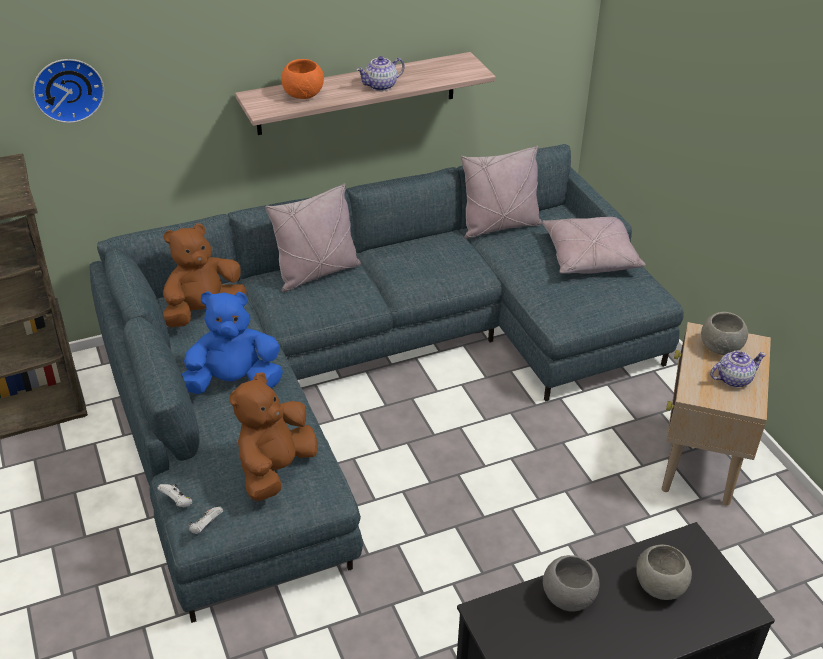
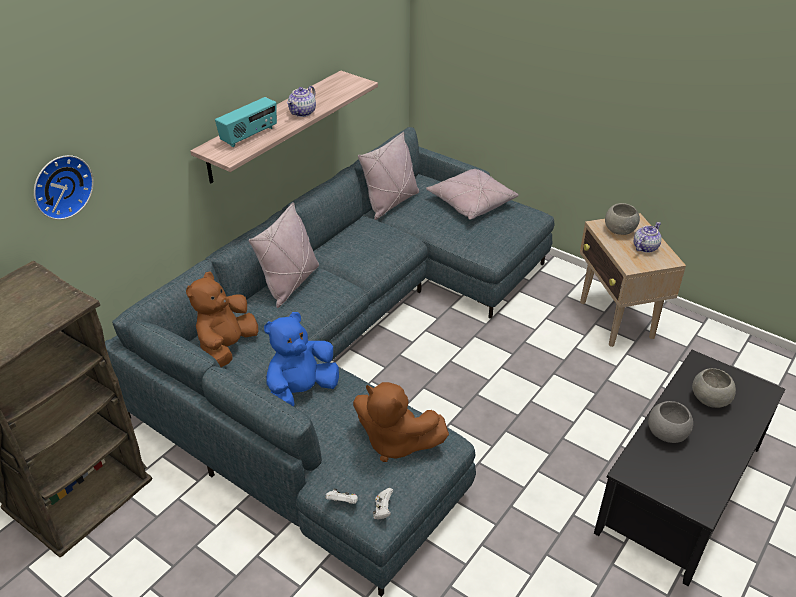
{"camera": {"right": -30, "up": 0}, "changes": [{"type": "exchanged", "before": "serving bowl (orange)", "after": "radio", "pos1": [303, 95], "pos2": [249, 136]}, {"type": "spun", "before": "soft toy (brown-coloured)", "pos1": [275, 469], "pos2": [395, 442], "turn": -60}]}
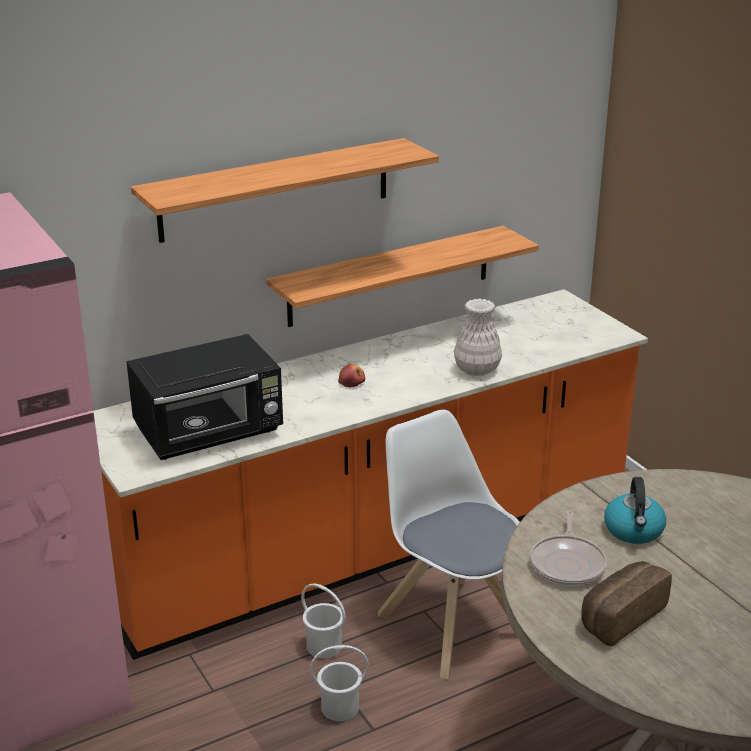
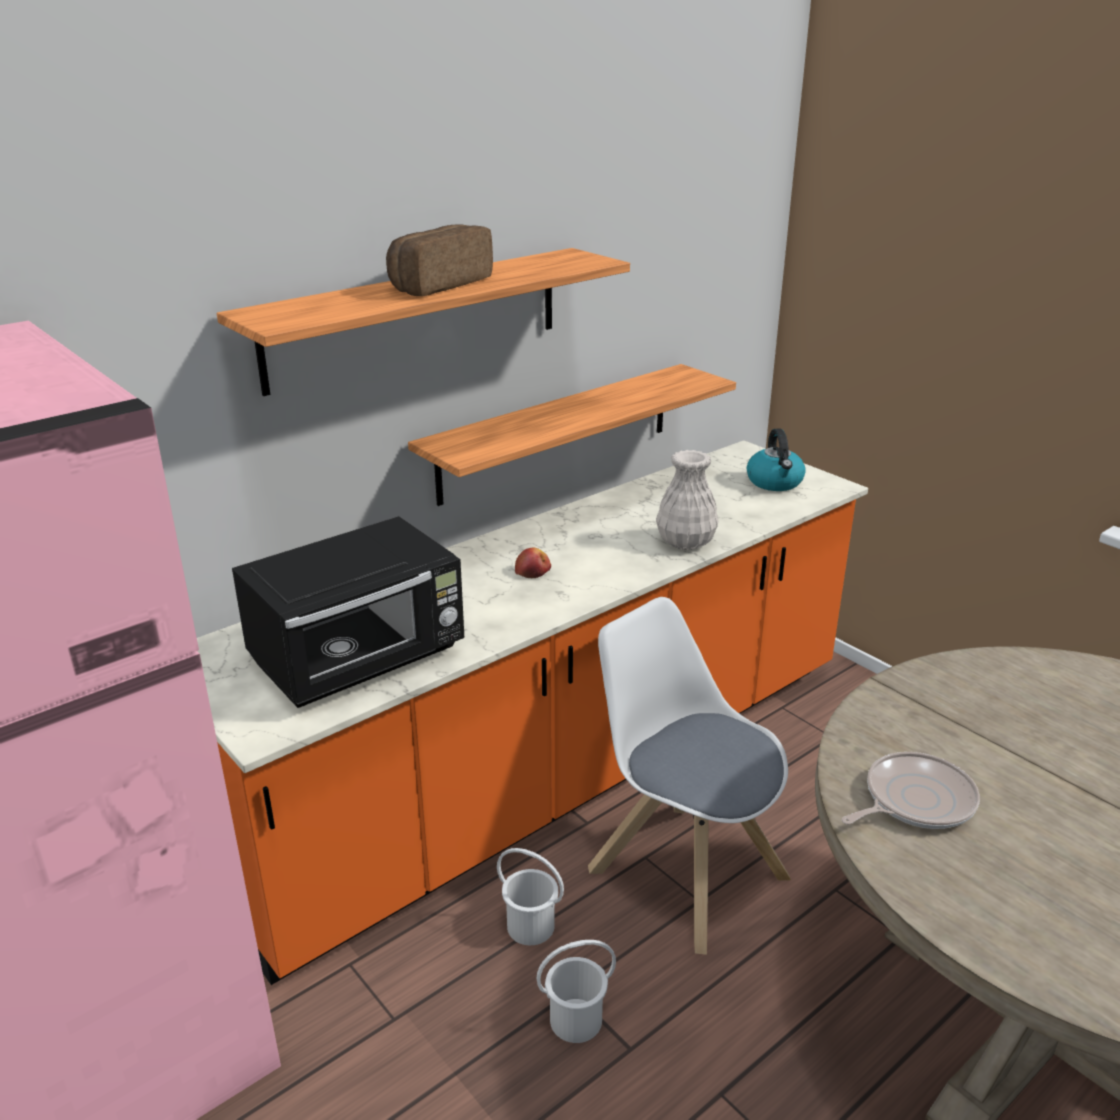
{"camera": {"right": -10, "up": 0}, "changes": [{"type": "relocated", "before": "water kettle", "pos1": [634, 530], "pos2": [775, 482]}, {"type": "spun", "before": "skillet", "pos1": [568, 563], "pos2": [914, 800], "turn": -120}, {"type": "relocated", "before": "bread", "pos1": [619, 616], "pos2": [437, 284]}]}
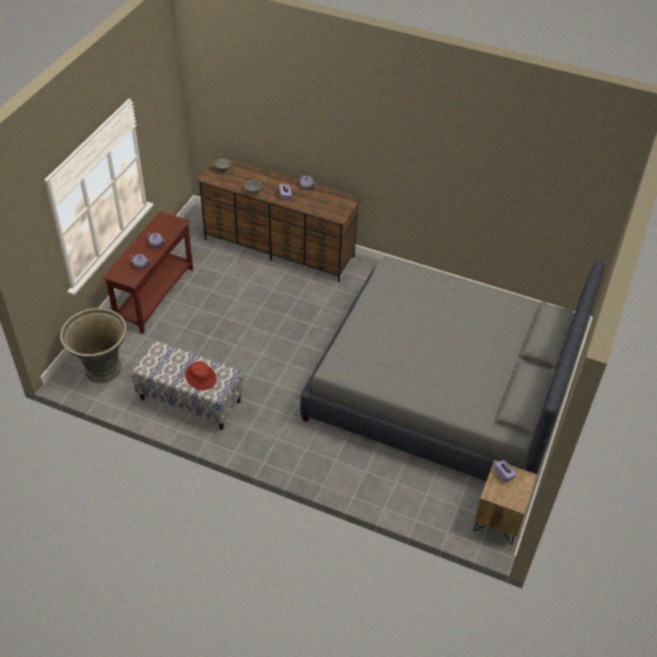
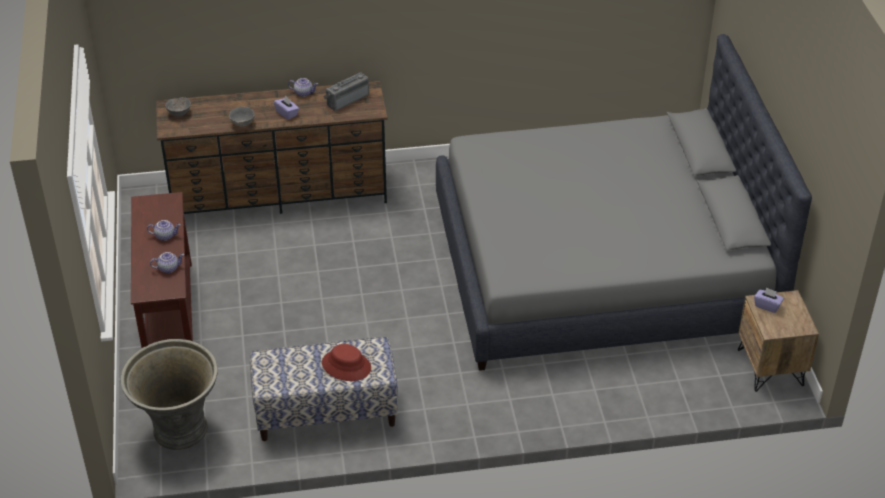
{"camera": {"right": -30, "up": -5}, "changes": [{"type": "appeared", "after": "radio", "pos2": [346, 99]}]}
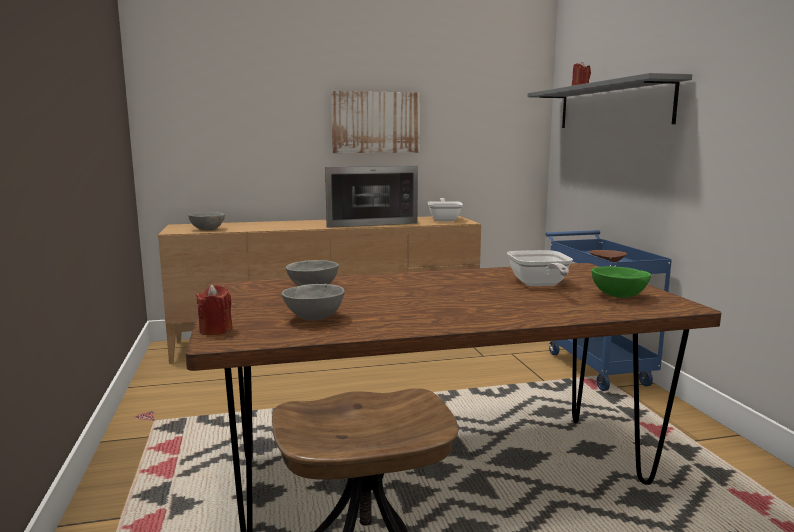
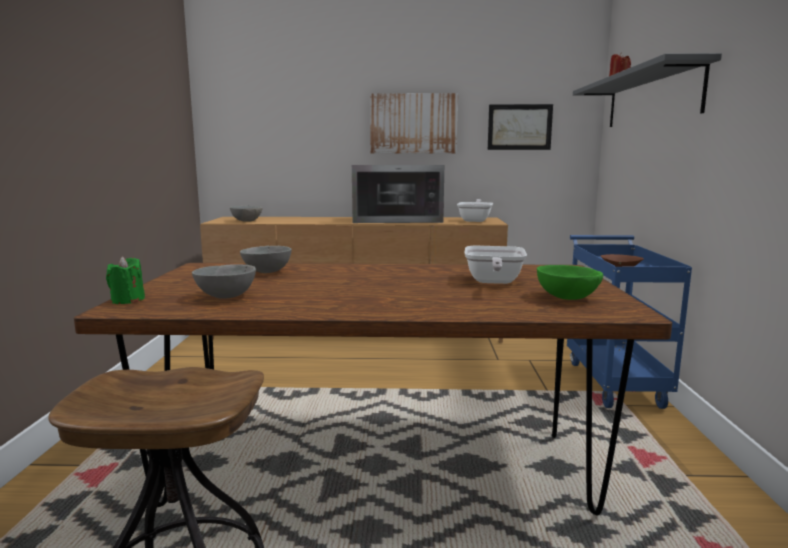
{"camera": {"right": 15, "up": 0}, "changes": [{"type": "colour", "before": "candle (red)", "after": "candle (green)", "pos1": [216, 330], "pos2": [128, 300]}, {"type": "appeared", "after": "picture", "pos2": [519, 127]}]}
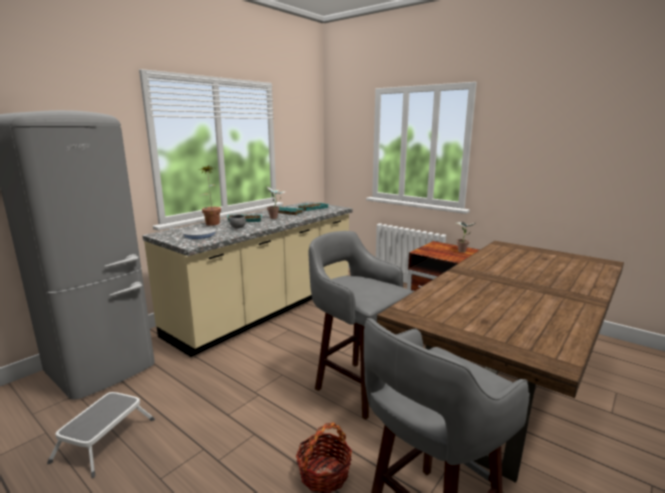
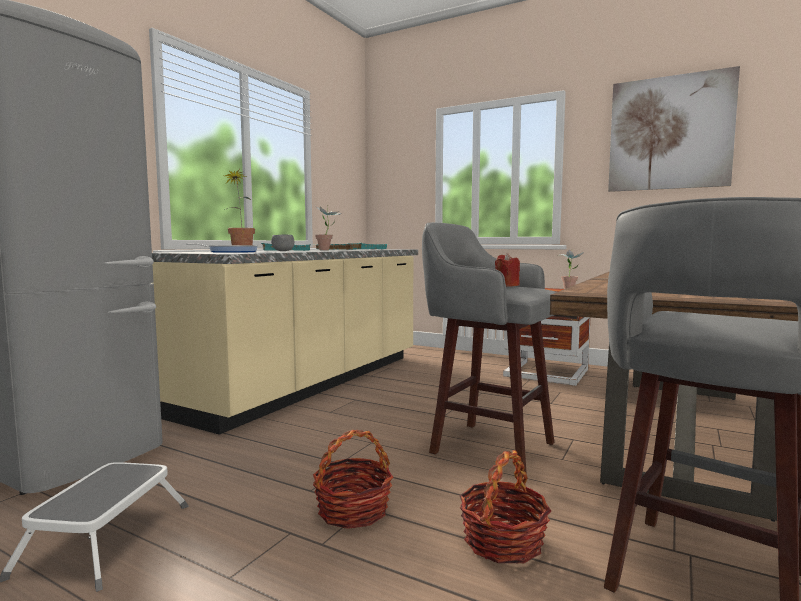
{"camera": {"right": -10, "up": -10}, "changes": [{"type": "appeared", "after": "picture", "pos2": [669, 133]}, {"type": "appeared", "after": "candle (red)", "pos2": [506, 285]}, {"type": "appeared", "after": "storage basket", "pos2": [353, 511]}]}
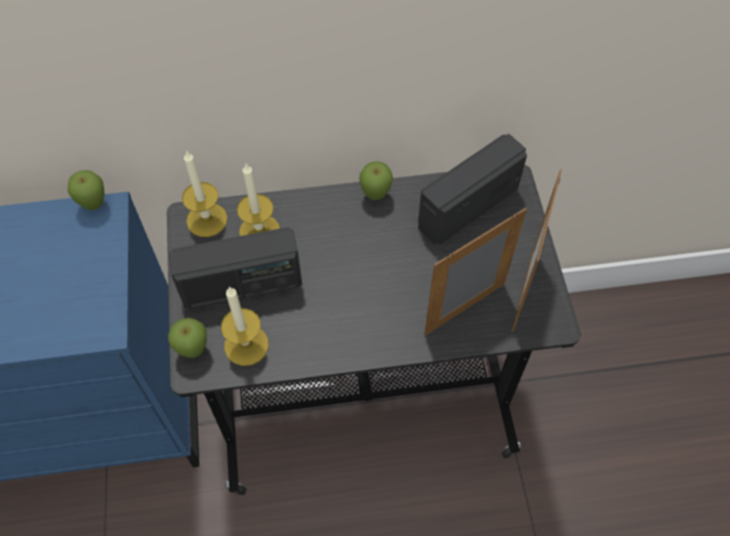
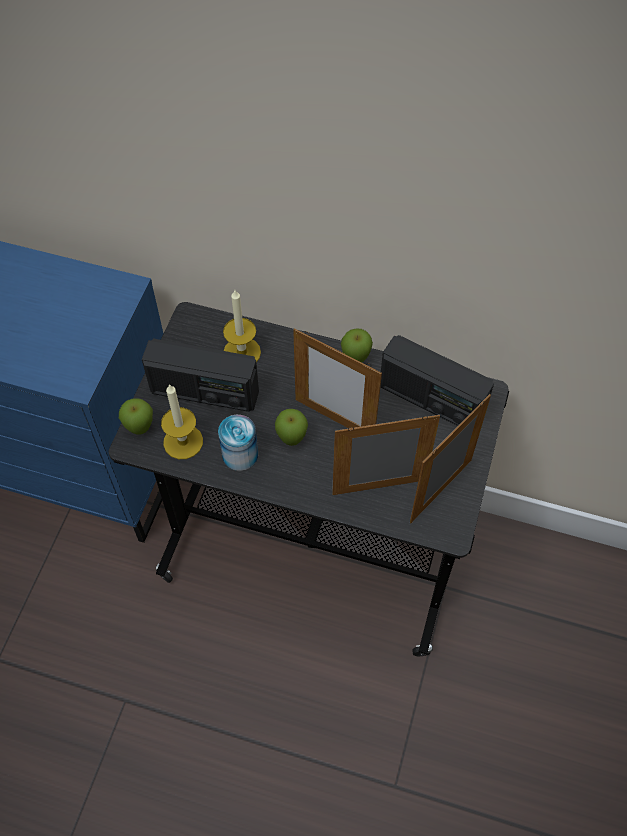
{"camera": {"right": 25, "up": 0}, "changes": [{"type": "spun", "before": "radio", "pos1": [467, 206], "pos2": [431, 400], "turn": -135}, {"type": "missing", "before": "candle", "pos1": [207, 220]}, {"type": "relocated", "before": "apple", "pos1": [94, 205], "pos2": [291, 439]}, {"type": "appeared", "after": "photo frame", "pos2": [334, 419]}, {"type": "appeared", "after": "can", "pos2": [240, 454]}]}
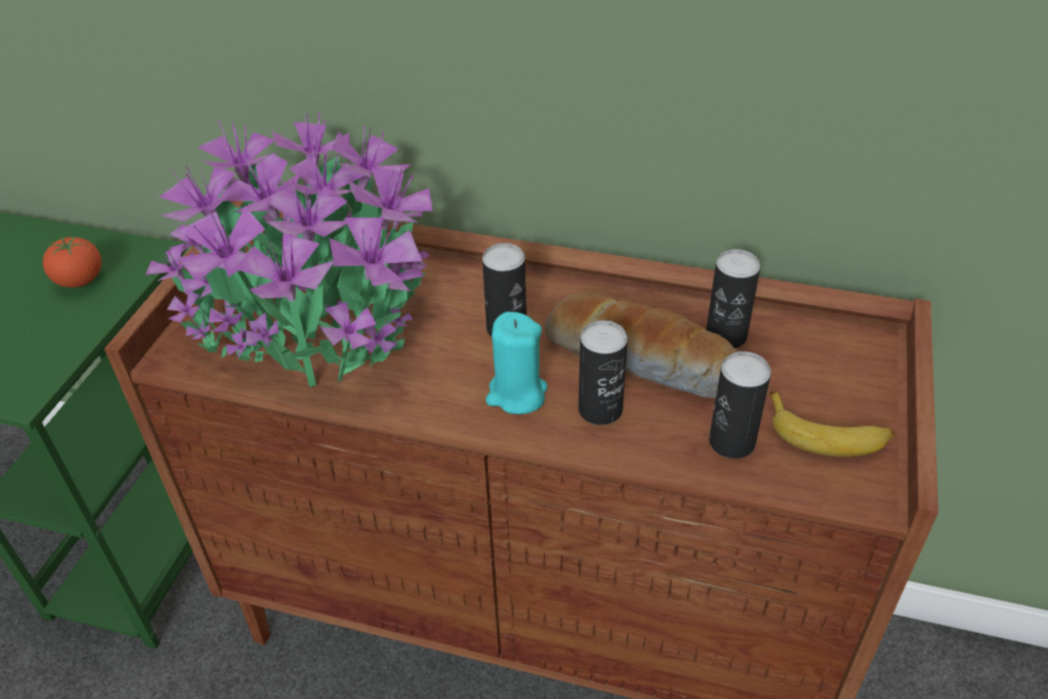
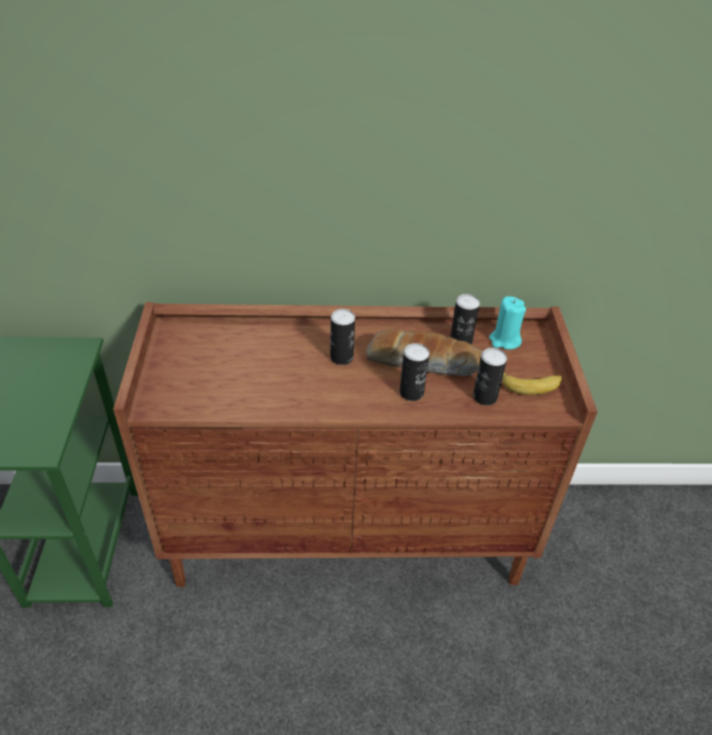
{"camera": {"right": -20, "up": 0}, "changes": [{"type": "missing", "before": "plant in a pot", "pos1": [314, 321]}, {"type": "missing", "before": "fresh tomato", "pos1": [80, 281]}, {"type": "relocated", "before": "candle (turquoise)", "pos1": [516, 394], "pos2": [504, 340]}]}
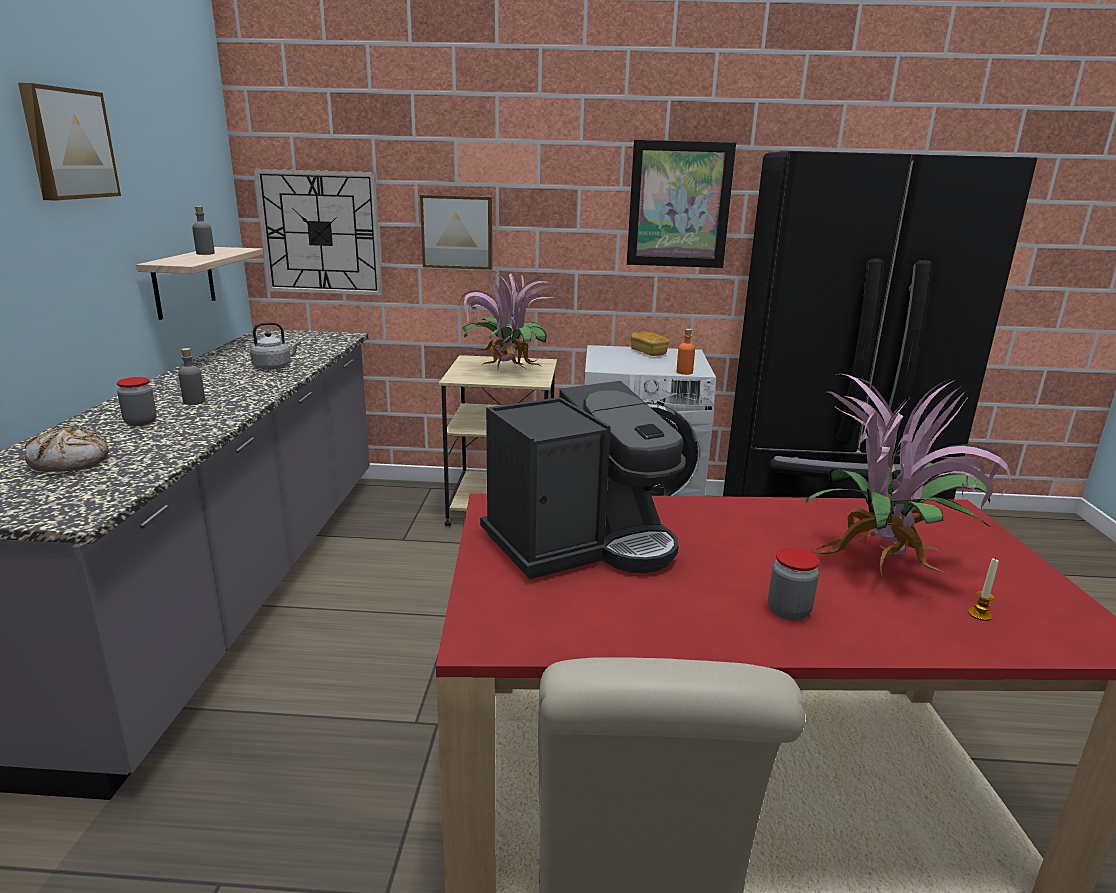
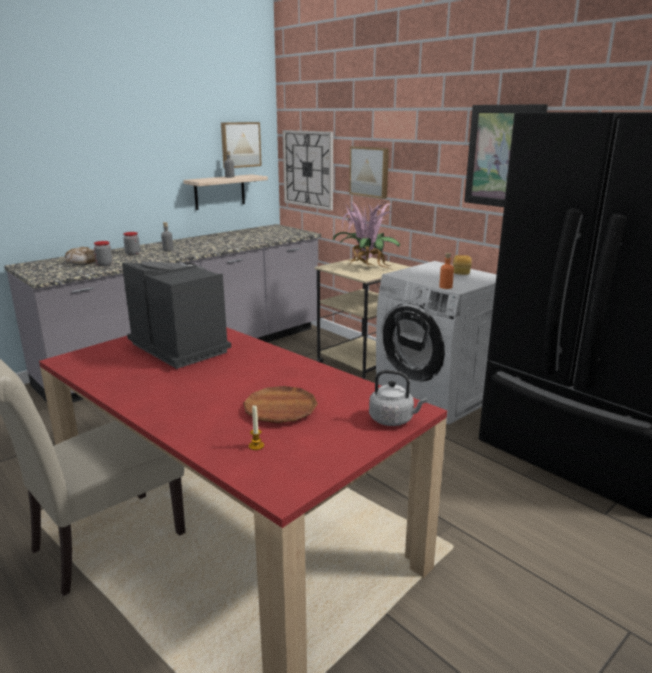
{"camera": {"right": 45, "up": 0}, "changes": [{"type": "relocated", "before": "picture", "pos1": [67, 144], "pos2": [240, 144]}, {"type": "relocated", "before": "water kettle (grey)", "pos1": [274, 367], "pos2": [393, 420]}, {"type": "exchanged", "before": "plant in a pot", "after": "flat dish (brown-coloured)", "pos1": [884, 564], "pos2": [280, 409]}, {"type": "spun", "before": "coffee maker", "pos1": [582, 543], "pos2": [181, 347], "turn": -150}, {"type": "relocated", "before": "storage jar", "pos1": [788, 611], "pos2": [104, 264]}]}
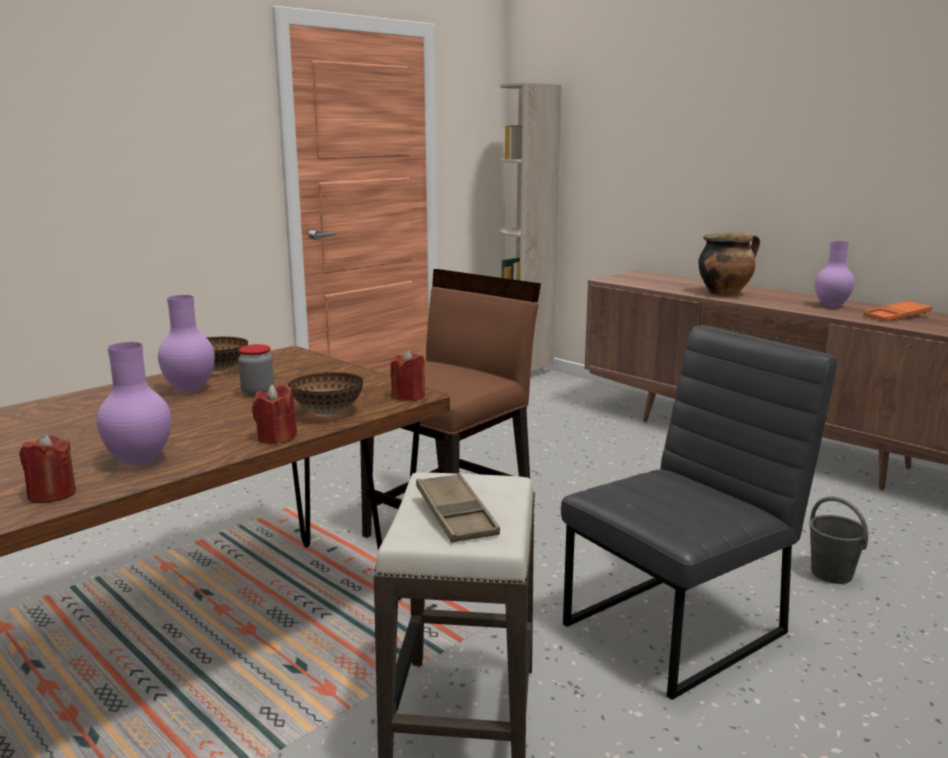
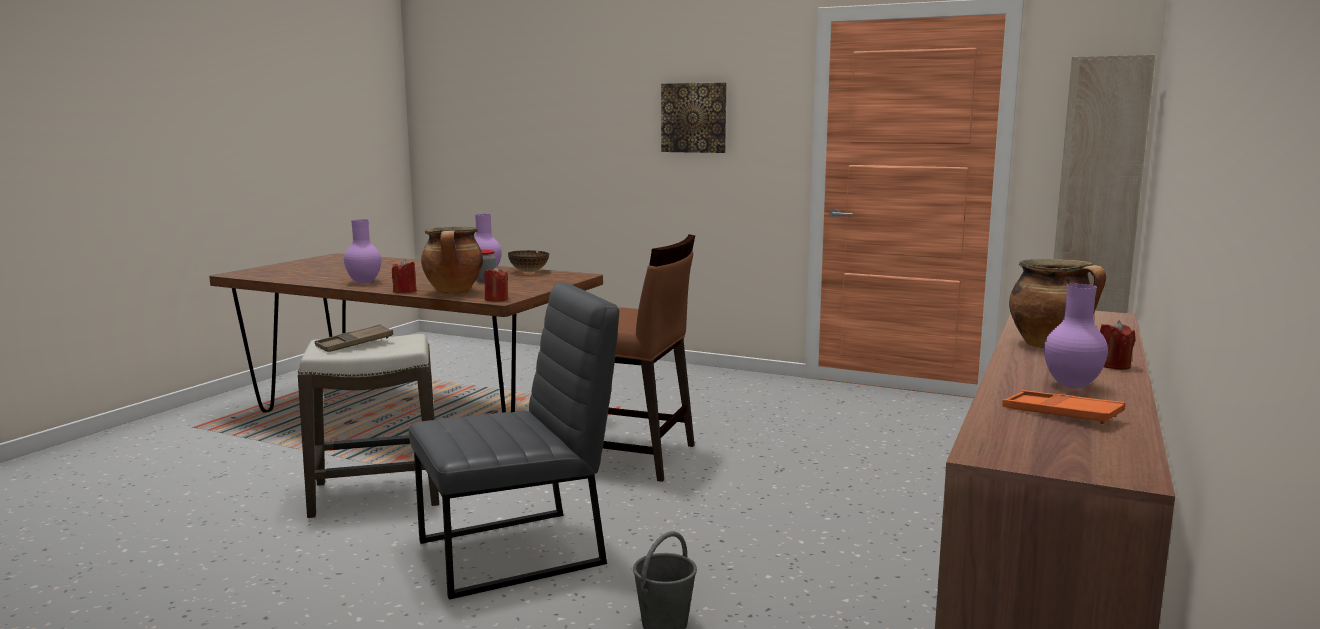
{"camera": {"right": 70, "up": -5}, "changes": [{"type": "spun", "before": "plain chair (grey)", "pos1": [680, 626], "pos2": [517, 552], "turn": -60}, {"type": "exchanged", "before": "serving bowl", "after": "stockpot", "pos1": [329, 412], "pos2": [454, 292]}, {"type": "relocated", "before": "candle (red)", "pos1": [52, 494], "pos2": [1113, 365]}, {"type": "appeared", "after": "picture", "pos2": [694, 118]}]}
